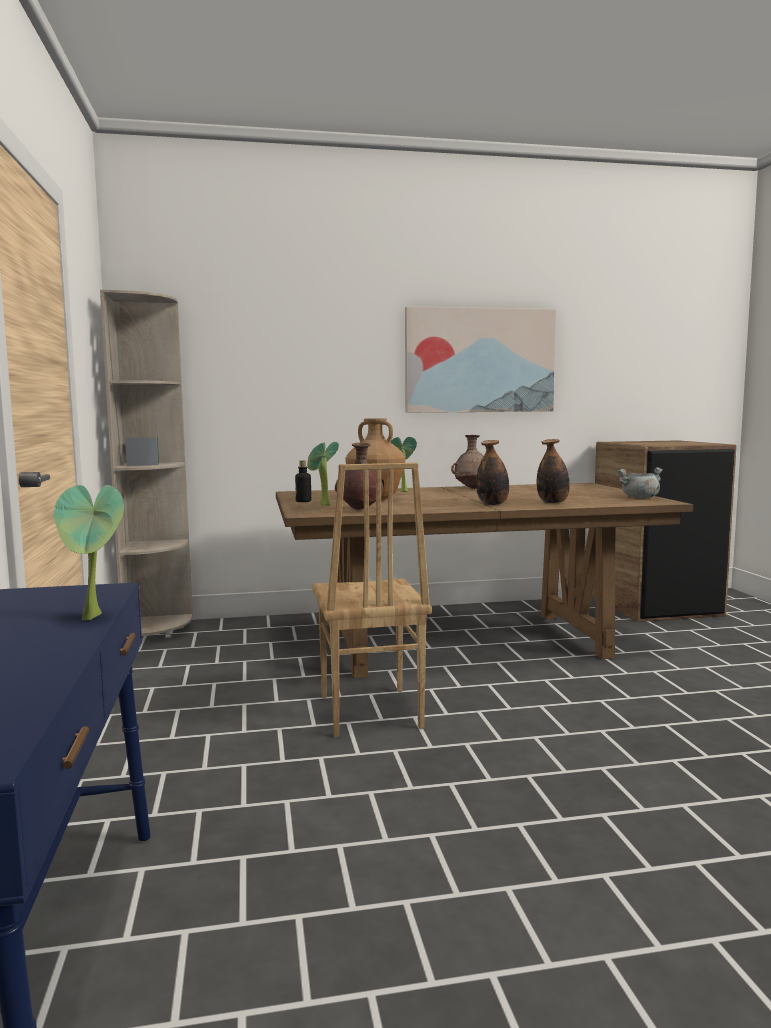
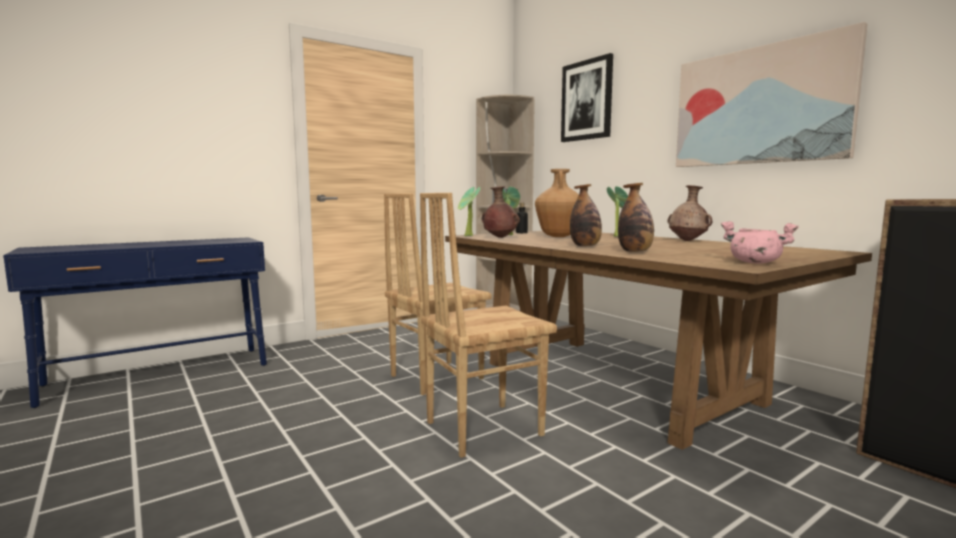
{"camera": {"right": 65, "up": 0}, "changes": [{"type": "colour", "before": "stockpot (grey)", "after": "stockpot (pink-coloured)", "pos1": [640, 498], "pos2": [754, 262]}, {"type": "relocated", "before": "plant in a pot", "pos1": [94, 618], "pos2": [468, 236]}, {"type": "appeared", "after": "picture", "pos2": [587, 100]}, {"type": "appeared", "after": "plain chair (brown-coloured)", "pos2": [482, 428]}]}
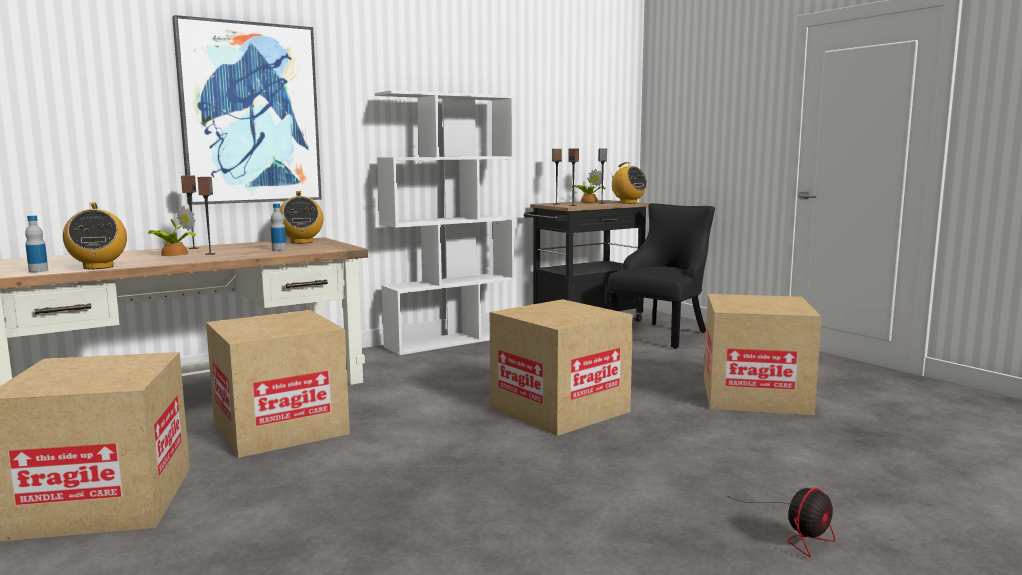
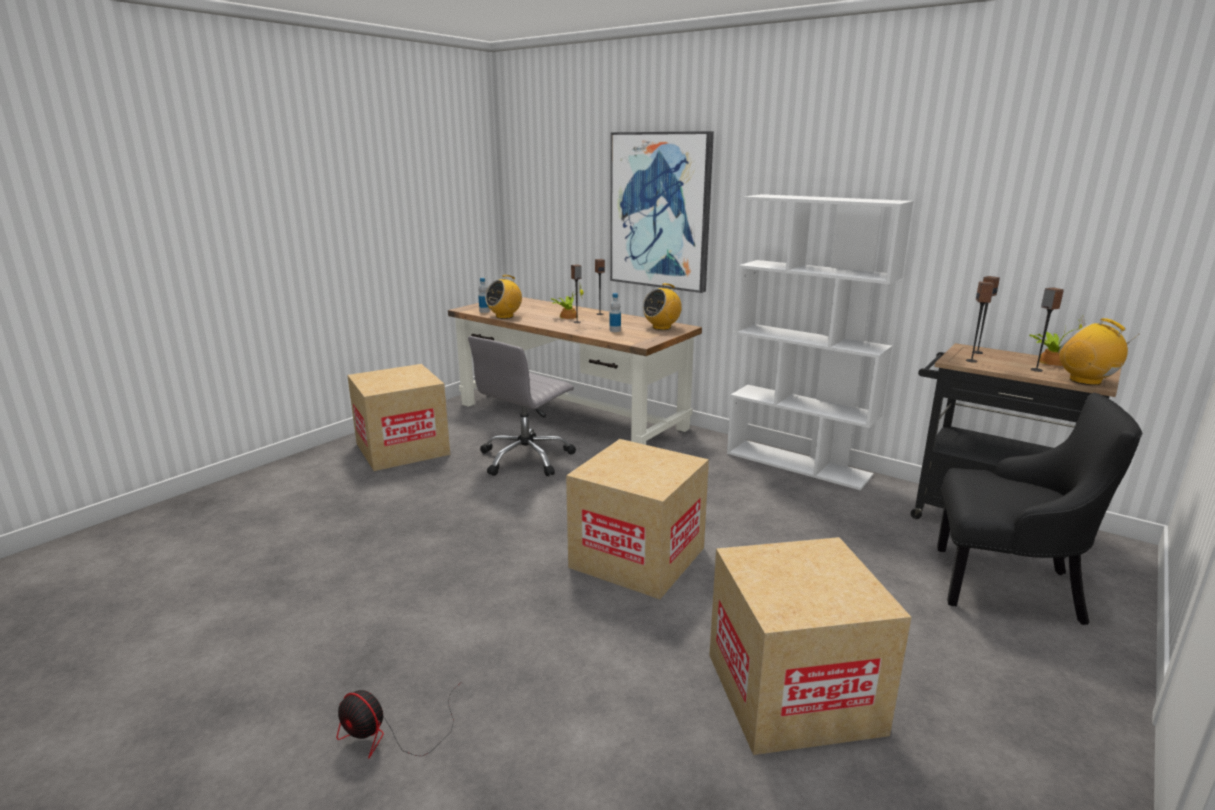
{"camera": {"right": 70, "up": 10}, "changes": [{"type": "spun", "before": "radio", "pos1": [628, 203], "pos2": [1085, 381], "turn": 120}, {"type": "exchanged", "before": "cardboard box", "after": "computer chair (grey)", "pos1": [280, 428], "pos2": [526, 458]}]}
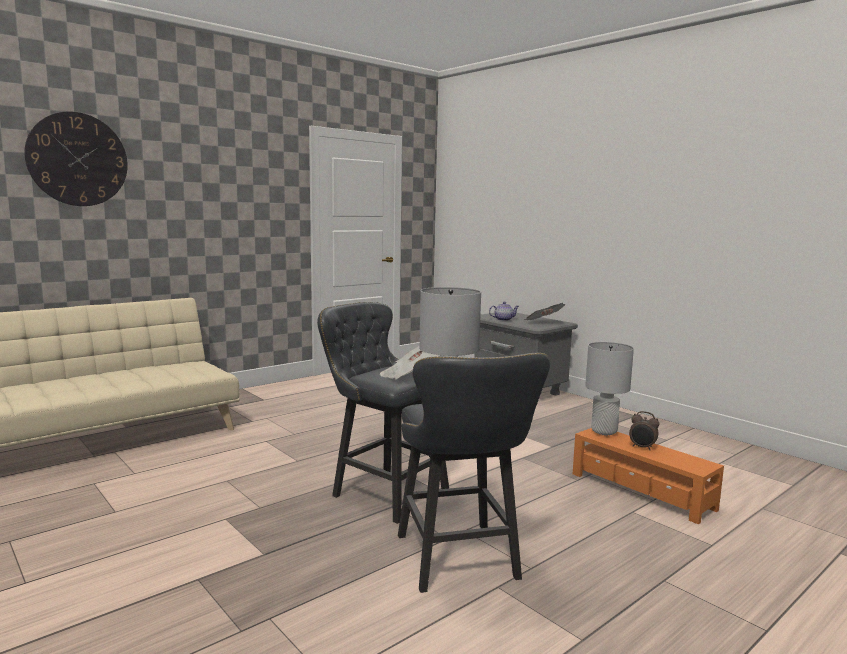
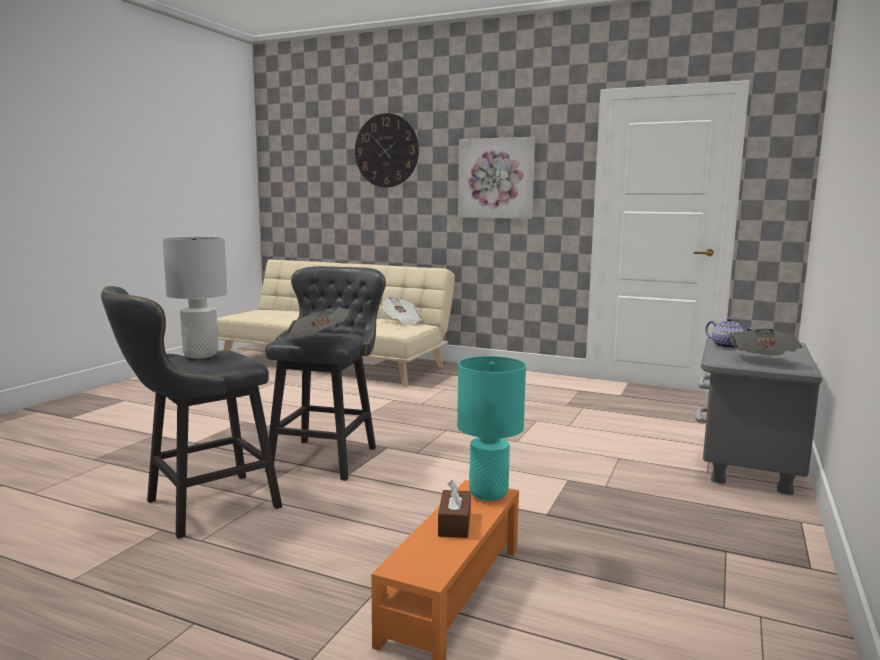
{"camera": {"right": 65, "up": 0}, "changes": [{"type": "colour", "before": "table lamp (grey)", "after": "table lamp (turquoise)", "pos1": [603, 433], "pos2": [487, 495]}, {"type": "exchanged", "before": "table clock", "after": "box of tissues (brown-coloured)", "pos1": [642, 447], "pos2": [454, 524]}, {"type": "appeared", "after": "picture", "pos2": [496, 178]}, {"type": "appeared", "after": "daily paper", "pos2": [402, 322]}]}
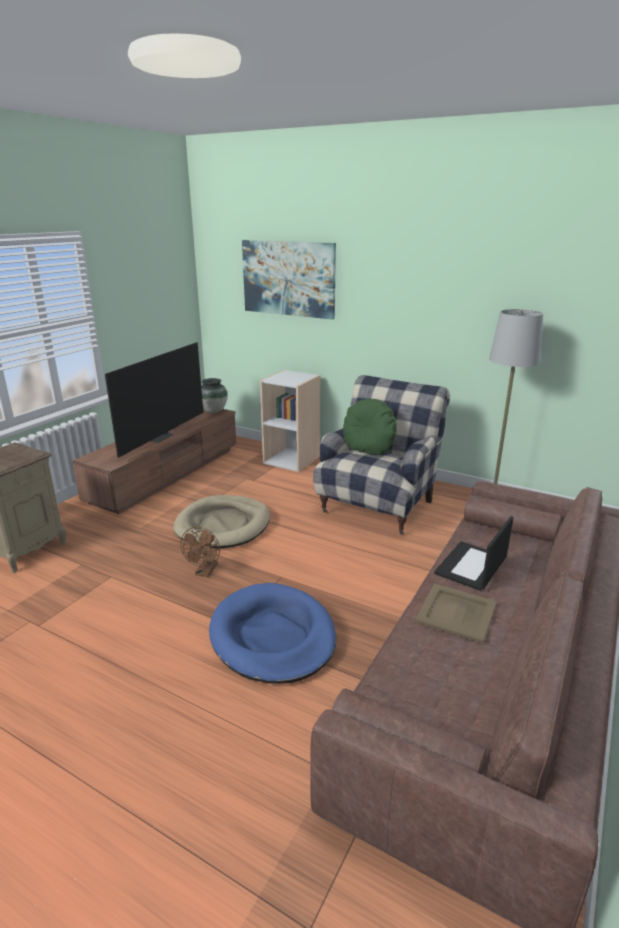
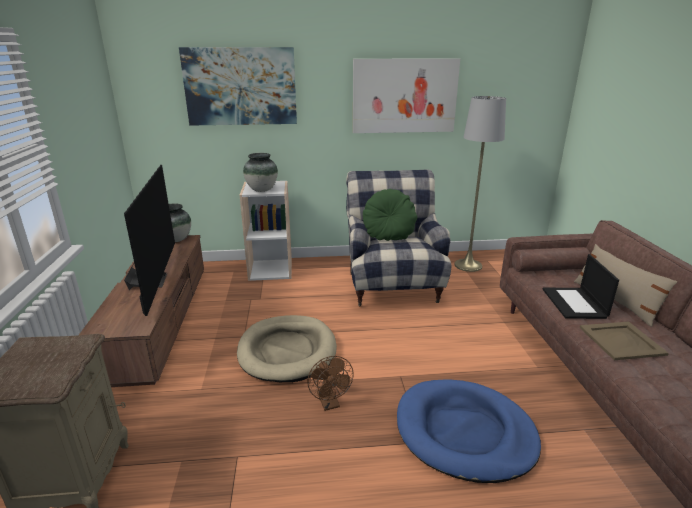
{"camera": {"right": -35, "up": 0}, "changes": [{"type": "appeared", "after": "picture", "pos2": [404, 96]}, {"type": "appeared", "after": "vase", "pos2": [261, 190]}, {"type": "appeared", "after": "throw pillow (beige)", "pos2": [615, 301]}]}
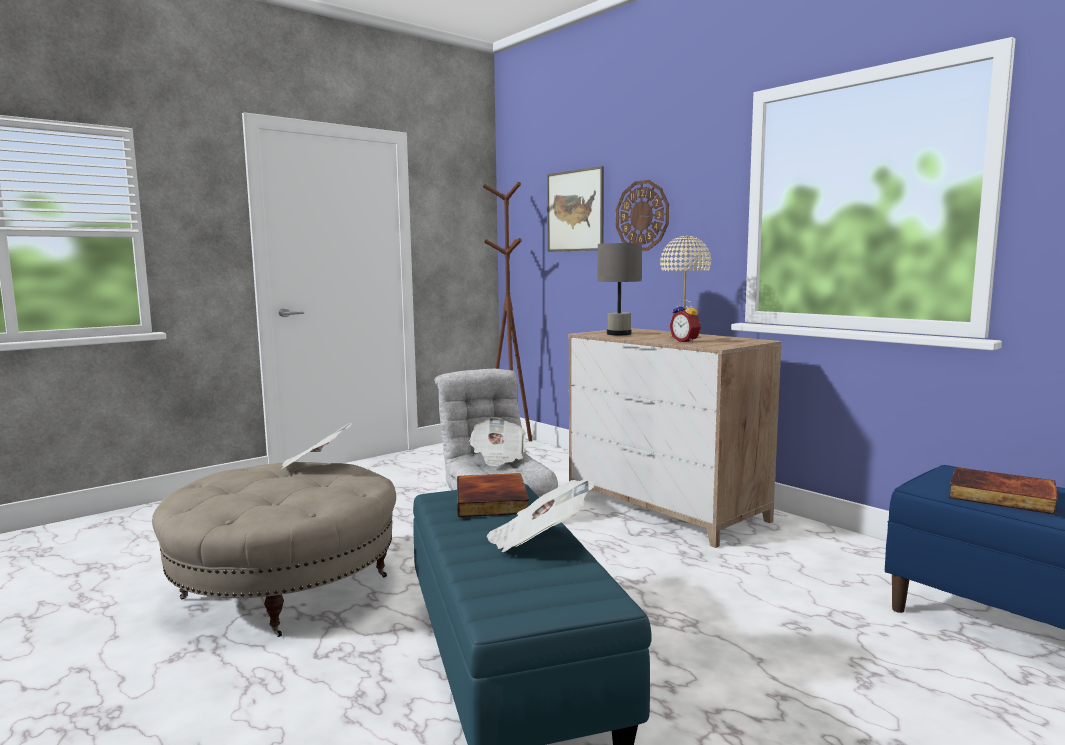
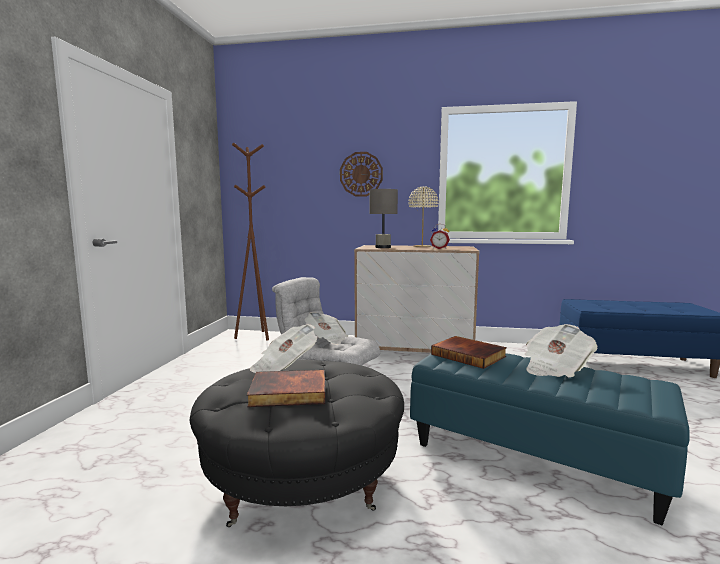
{"camera": {"right": -40, "up": 0}, "changes": [{"type": "missing", "before": "picture", "pos1": [575, 211]}, {"type": "colour", "before": "ottoman (beige)", "after": "ottoman (black)", "pos1": [286, 588], "pos2": [302, 476]}, {"type": "relocated", "before": "book", "pos1": [1000, 496], "pos2": [288, 393]}]}
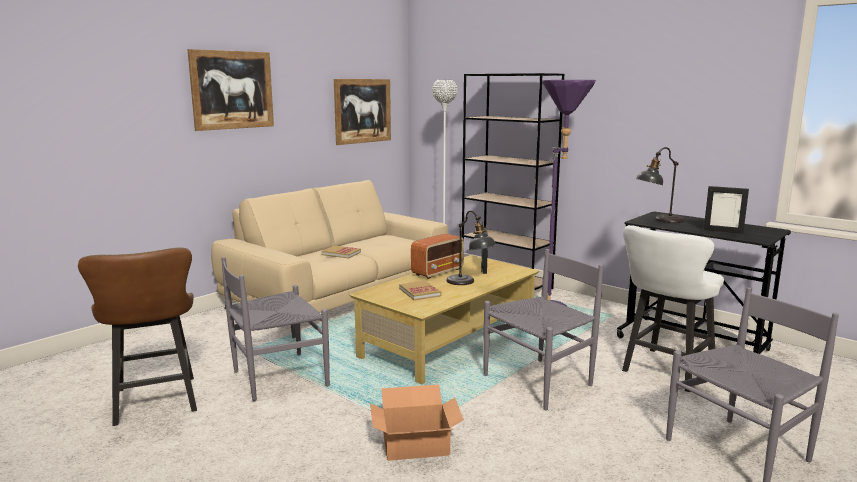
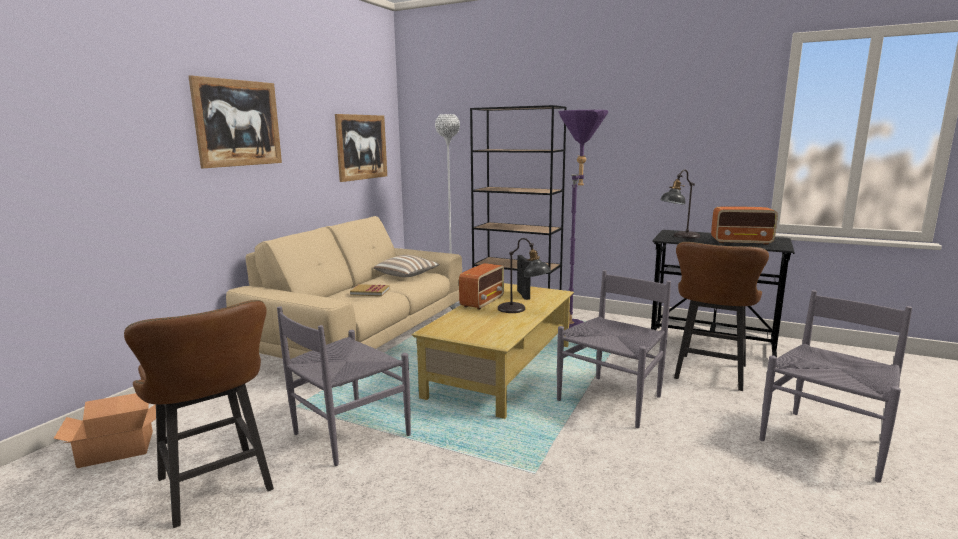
{"camera": {"right": -15, "up": 0}, "changes": [{"type": "exchanged", "before": "photo frame", "after": "radio", "pos1": [723, 231], "pos2": [742, 242]}, {"type": "colour", "before": "sitting stool (whitish)", "after": "sitting stool (brown-coloured)", "pos1": [664, 373], "pos2": [709, 376]}, {"type": "missing", "before": "book", "pos1": [419, 292]}, {"type": "relocated", "before": "cardboard box", "pos1": [415, 444], "pos2": [116, 448]}, {"type": "appeared", "after": "throw pillow", "pos2": [407, 275]}]}
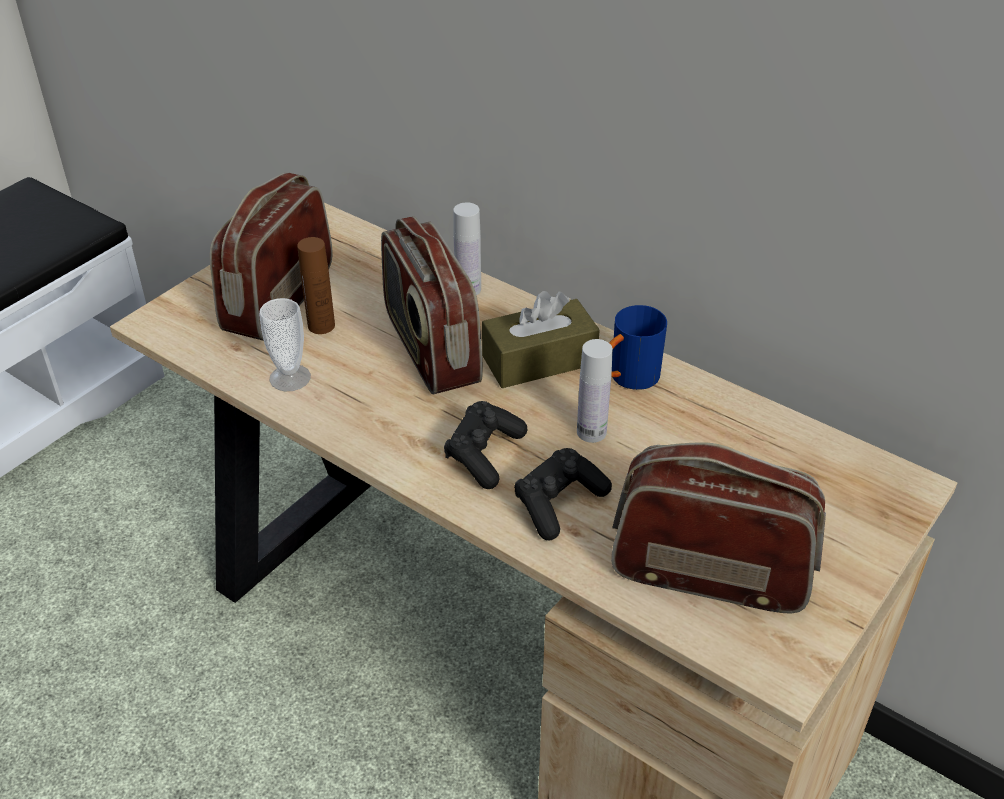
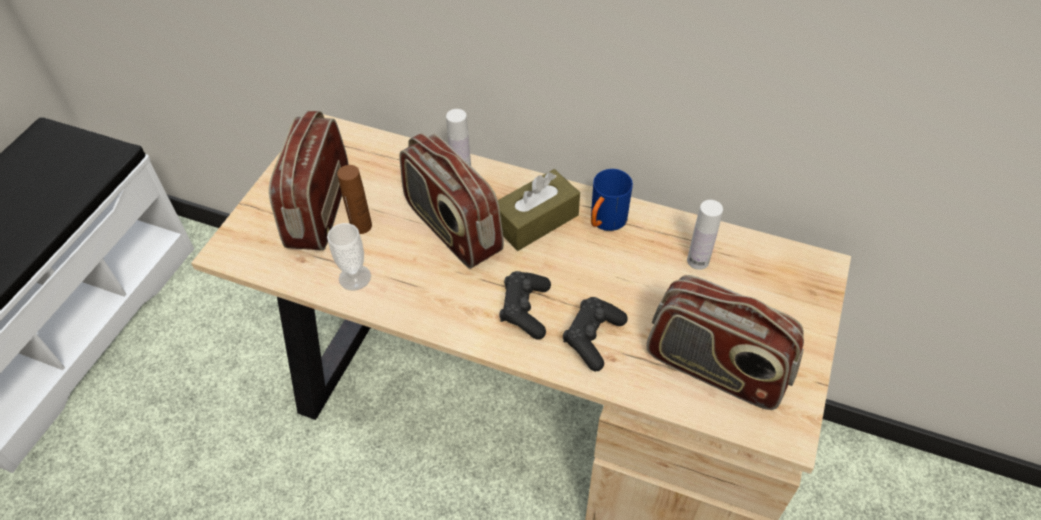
{"camera": {"right": -15, "up": 10}, "changes": [{"type": "relocated", "before": "drink bottle (whitish)", "pos1": [591, 432], "pos2": [698, 261]}, {"type": "spun", "before": "radio", "pos1": [709, 573], "pos2": [715, 368], "turn": -150}]}
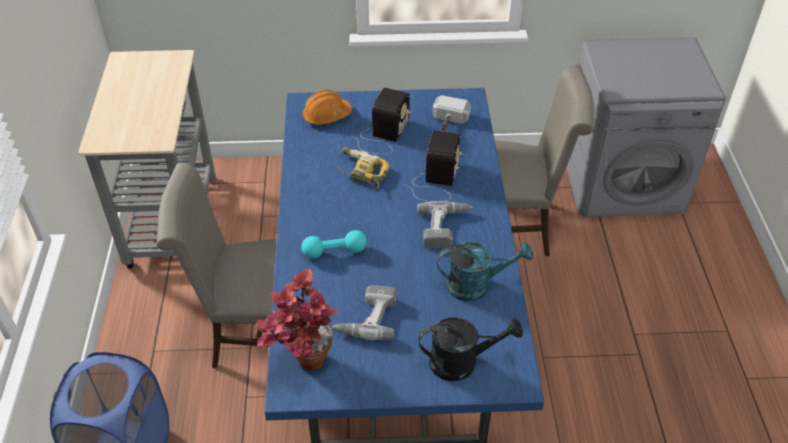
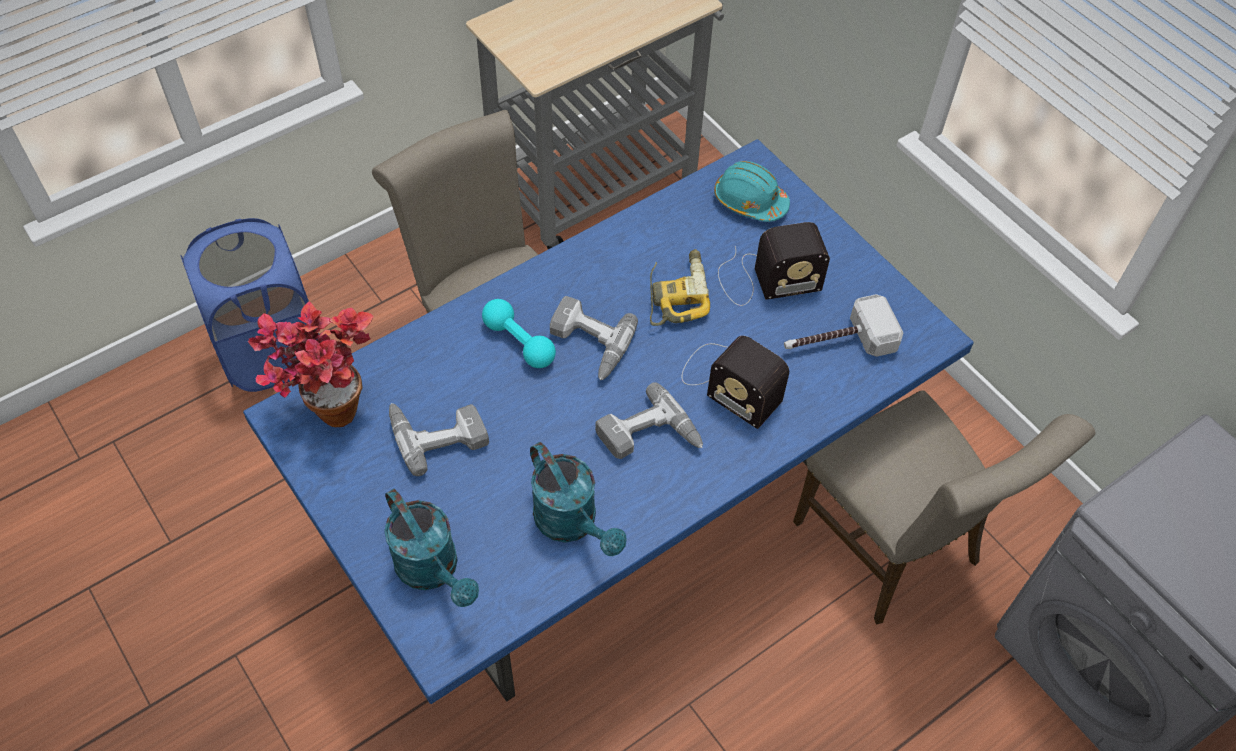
{"camera": {"right": 55, "up": 10}, "changes": [{"type": "colour", "before": "safety helmet (orange)", "after": "safety helmet (turquoise)", "pos1": [326, 116], "pos2": [749, 201]}, {"type": "spun", "before": "radio", "pos1": [436, 180], "pos2": [728, 382], "turn": 60}, {"type": "colour", "before": "watering pot (black)", "after": "watering pot (turquoise)", "pos1": [462, 362], "pos2": [433, 570]}, {"type": "appeared", "after": "drill", "pos2": [588, 344]}]}
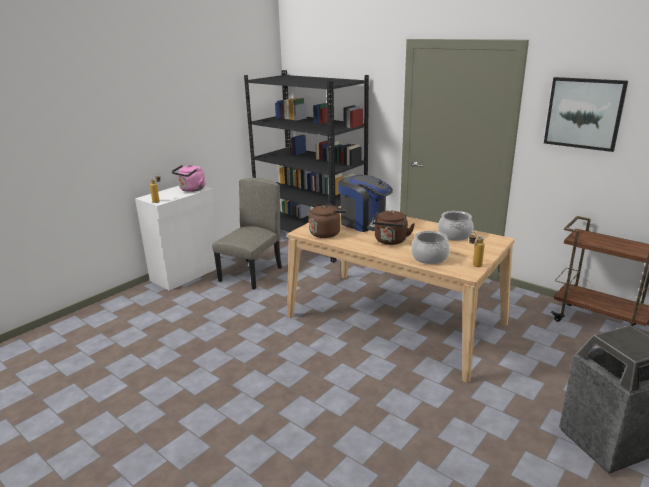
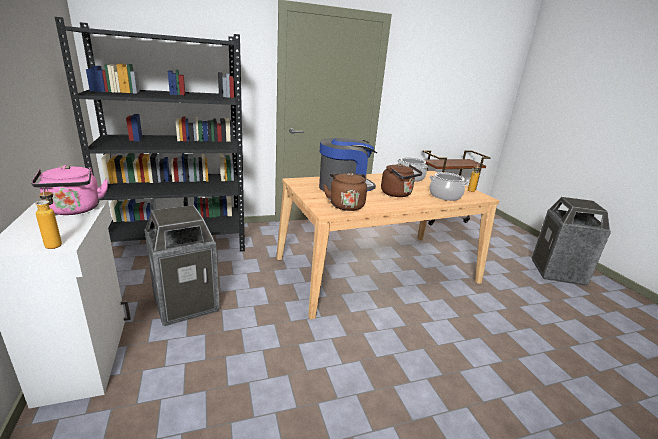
{"camera": {"right": -60, "up": 0}, "changes": [{"type": "missing", "before": "picture", "pos1": [584, 113]}, {"type": "exchanged", "before": "plain chair (beige)", "after": "waste bin", "pos1": [251, 274], "pos2": [186, 303]}]}
